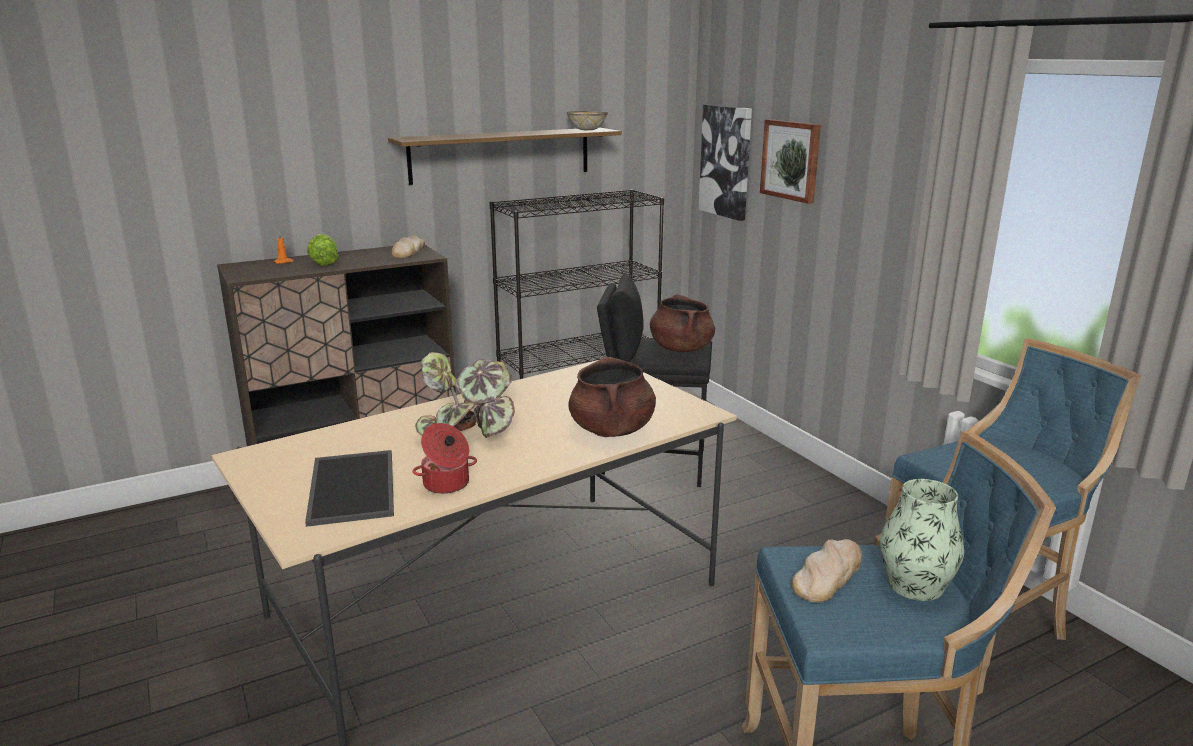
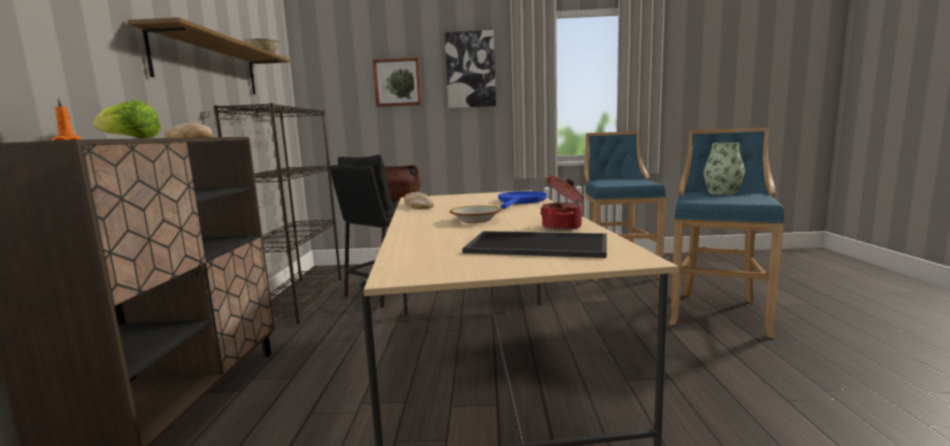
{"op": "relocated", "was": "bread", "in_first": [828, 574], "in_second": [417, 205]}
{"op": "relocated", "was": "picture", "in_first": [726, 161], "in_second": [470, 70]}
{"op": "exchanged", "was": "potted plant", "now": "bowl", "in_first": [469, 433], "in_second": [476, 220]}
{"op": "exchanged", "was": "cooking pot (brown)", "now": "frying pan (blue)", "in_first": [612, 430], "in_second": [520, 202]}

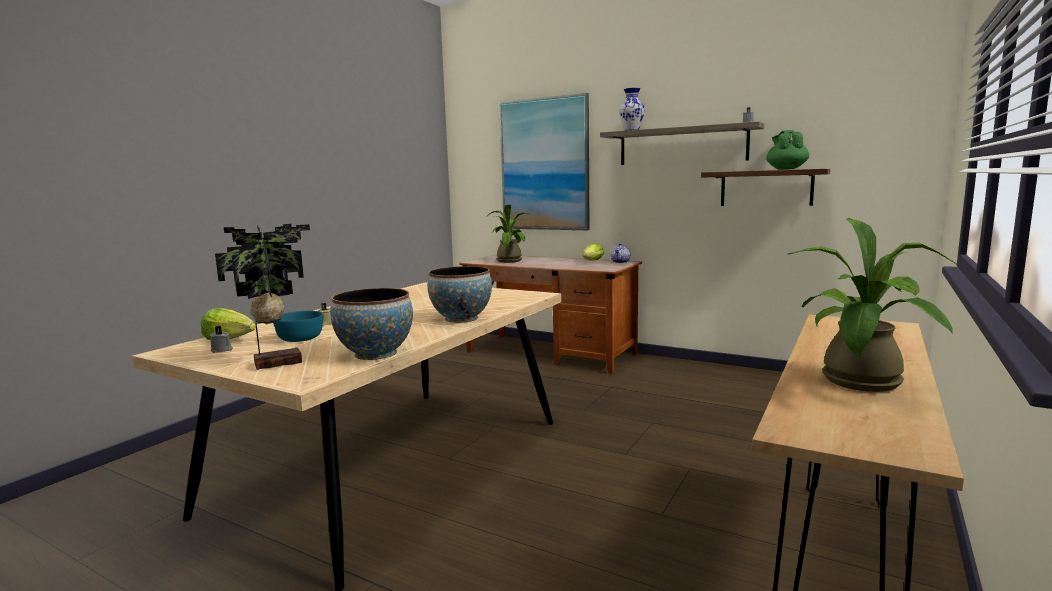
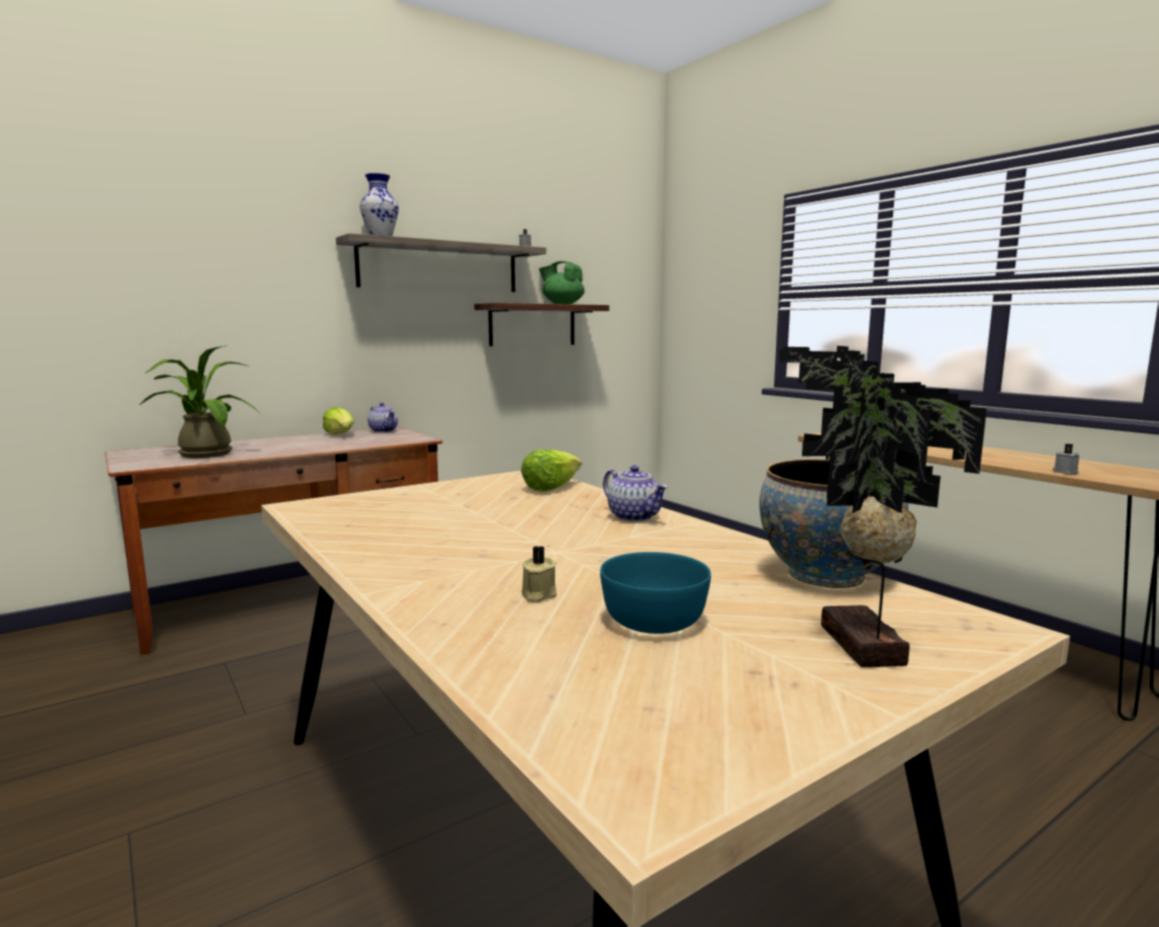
{"op": "relocated", "was": "lettuce", "in_first": [230, 339], "in_second": [550, 487]}
{"op": "exchanged", "was": "bowl", "now": "teapot", "in_first": [461, 319], "in_second": [634, 516]}
{"op": "relocated", "was": "candle (grey)", "in_first": [222, 350], "in_second": [1065, 472]}
{"op": "missing", "was": "picture", "in_first": [544, 164]}
{"op": "missing", "was": "potted plant", "in_first": [861, 384]}

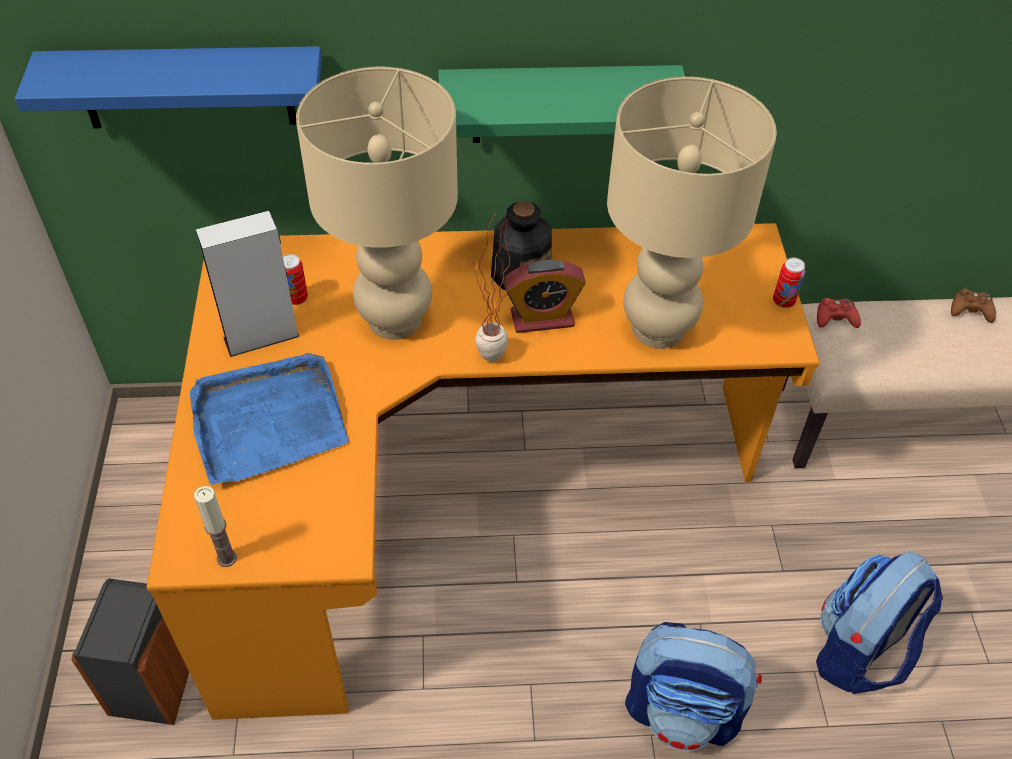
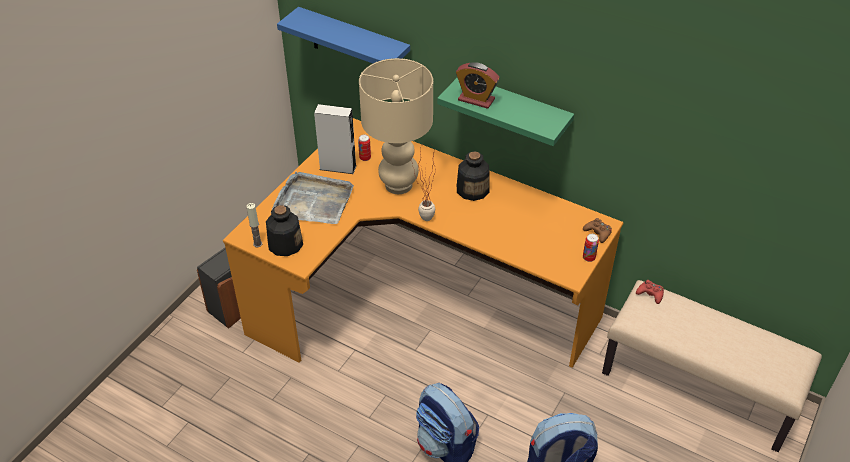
{"op": "appeared", "now": "bottle", "in_second": [285, 244]}
{"op": "colour", "was": "tray (blue)", "now": "tray (grey)", "in_first": [268, 421], "in_second": [313, 201]}
{"op": "relocated", "was": "alarm clock", "in_first": [542, 319], "in_second": [476, 99]}
{"op": "relocated", "was": "game controller (brown)", "in_first": [970, 310], "in_second": [598, 233]}
{"op": "missing", "was": "table lamp (beige)", "in_first": [657, 328]}

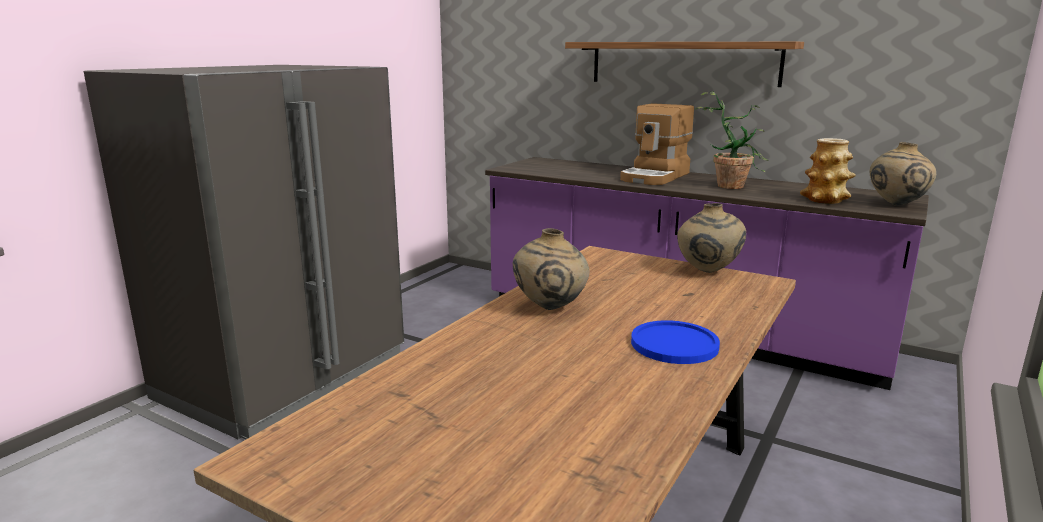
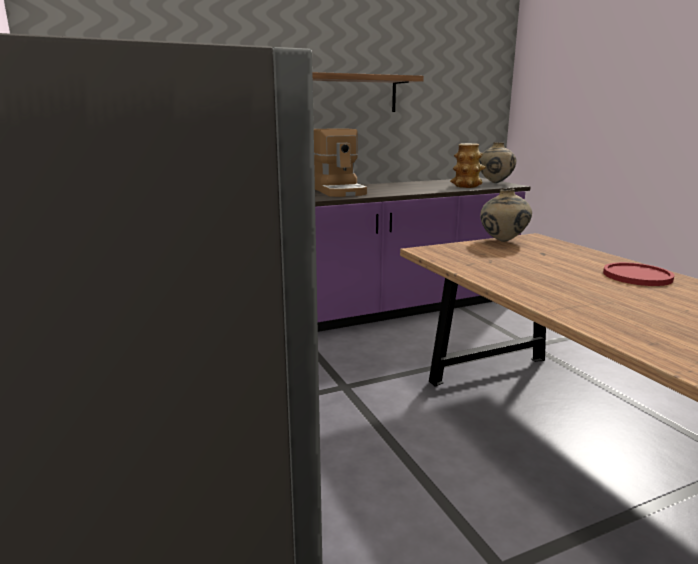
{"op": "colour", "was": "plate (blue)", "now": "plate (red)", "in_first": [674, 344], "in_second": [637, 276]}
{"op": "missing", "was": "vase (beige)", "in_first": [550, 308]}
{"op": "missing", "was": "potted plant", "in_first": [730, 185]}

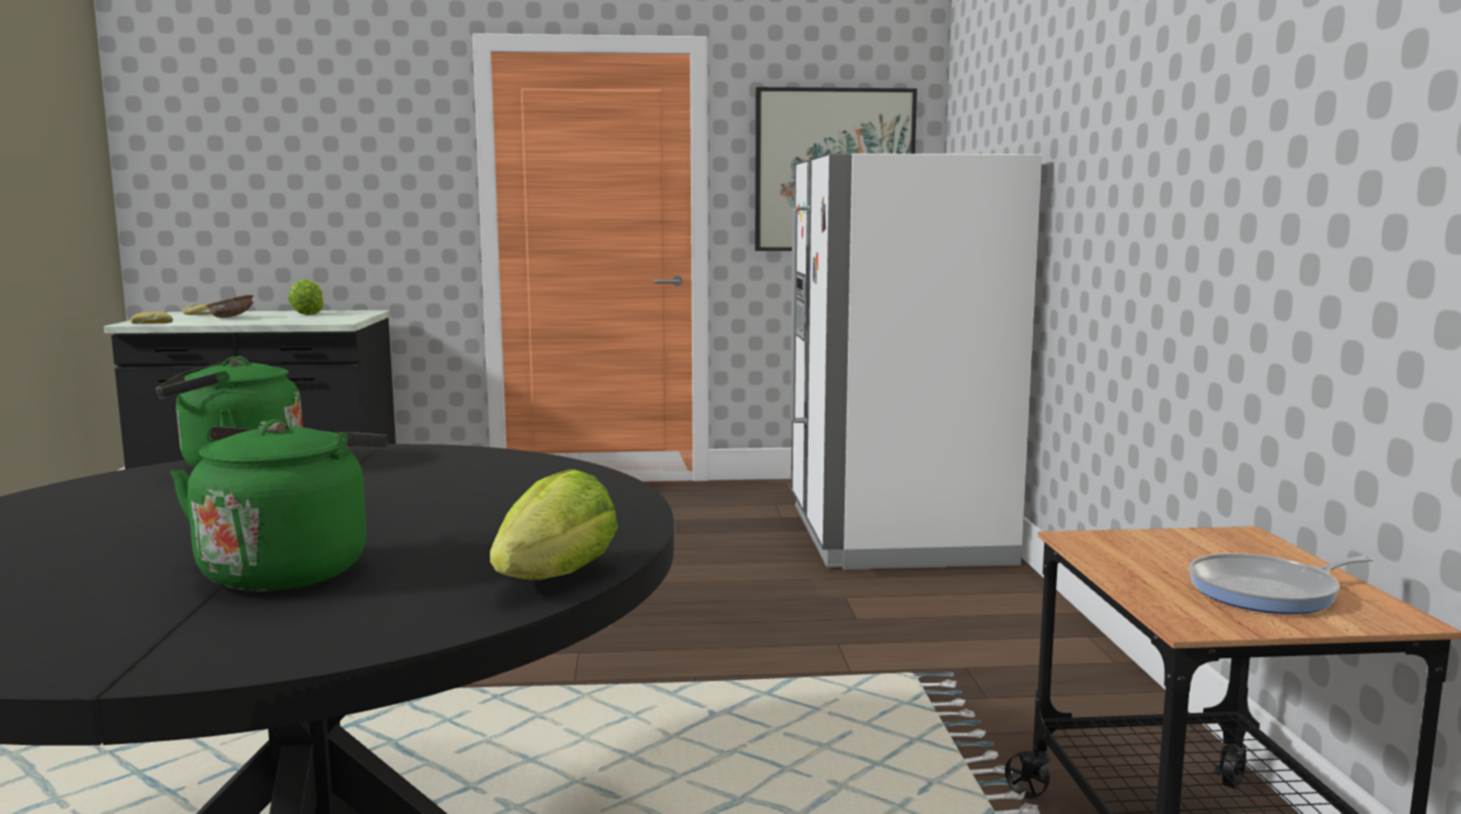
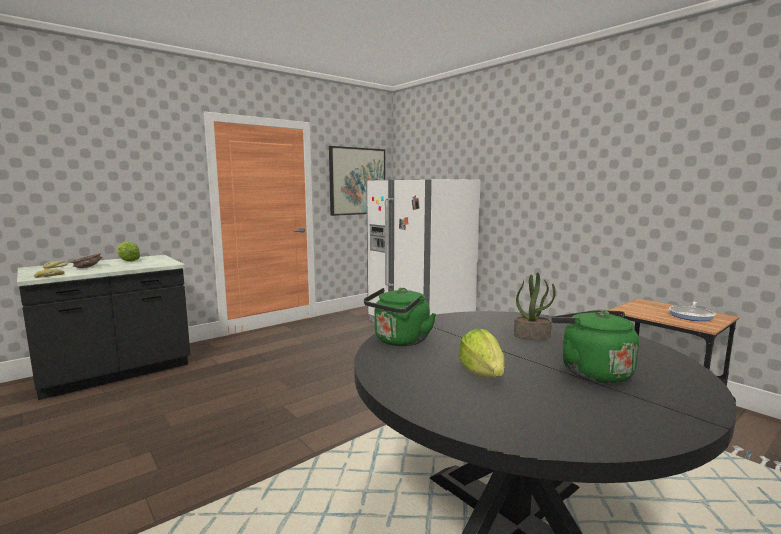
{"op": "relocated", "was": "lettuce", "in_first": [556, 577], "in_second": [482, 373]}
{"op": "appeared", "now": "potted plant", "in_second": [532, 336]}

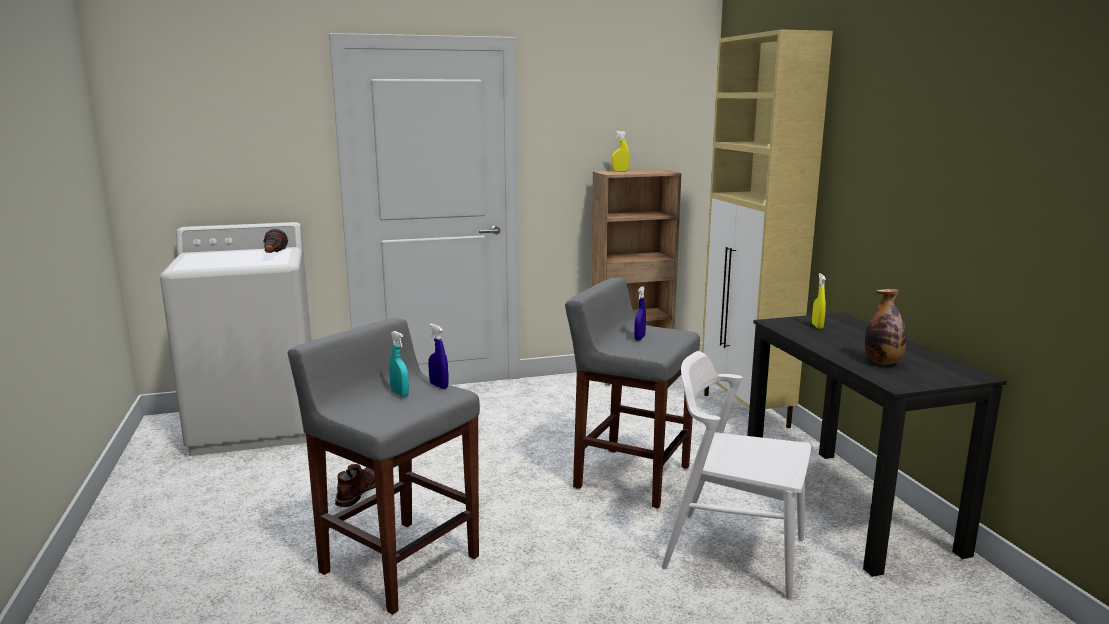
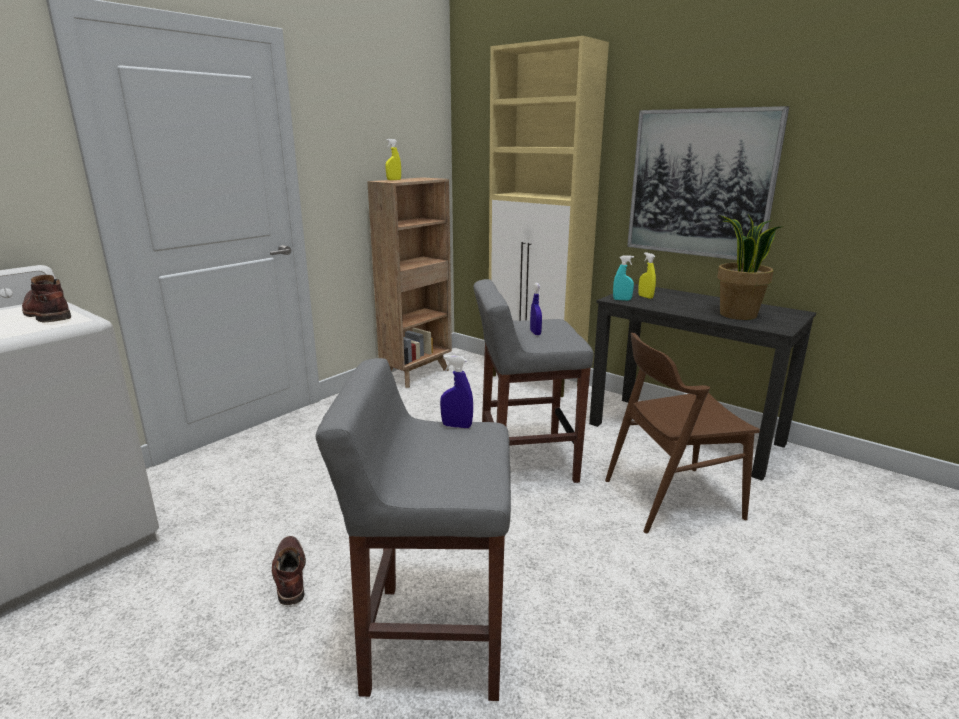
{"op": "exchanged", "was": "flashlight", "now": "boot (brown)", "in_first": [273, 256], "in_second": [47, 314]}
{"op": "colour", "was": "chair (white)", "now": "chair (brown)", "in_first": [734, 553], "in_second": [671, 498]}
{"op": "relocated", "was": "spray bottle (turquoise)", "in_first": [400, 394], "in_second": [622, 300]}
{"op": "appeared", "now": "picture", "in_second": [700, 184]}
{"op": "exchanged", "was": "bottle", "now": "potted plant", "in_first": [883, 362], "in_second": [737, 315]}

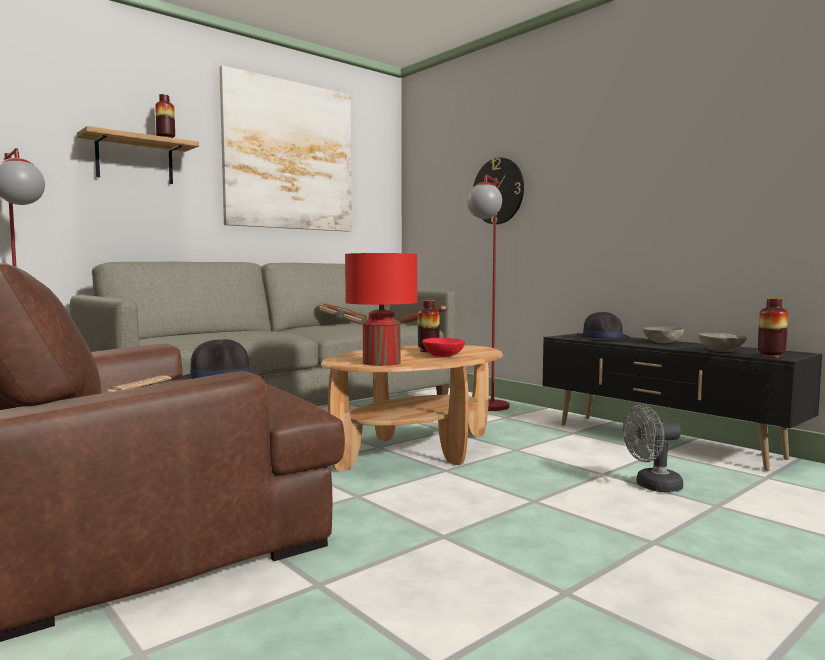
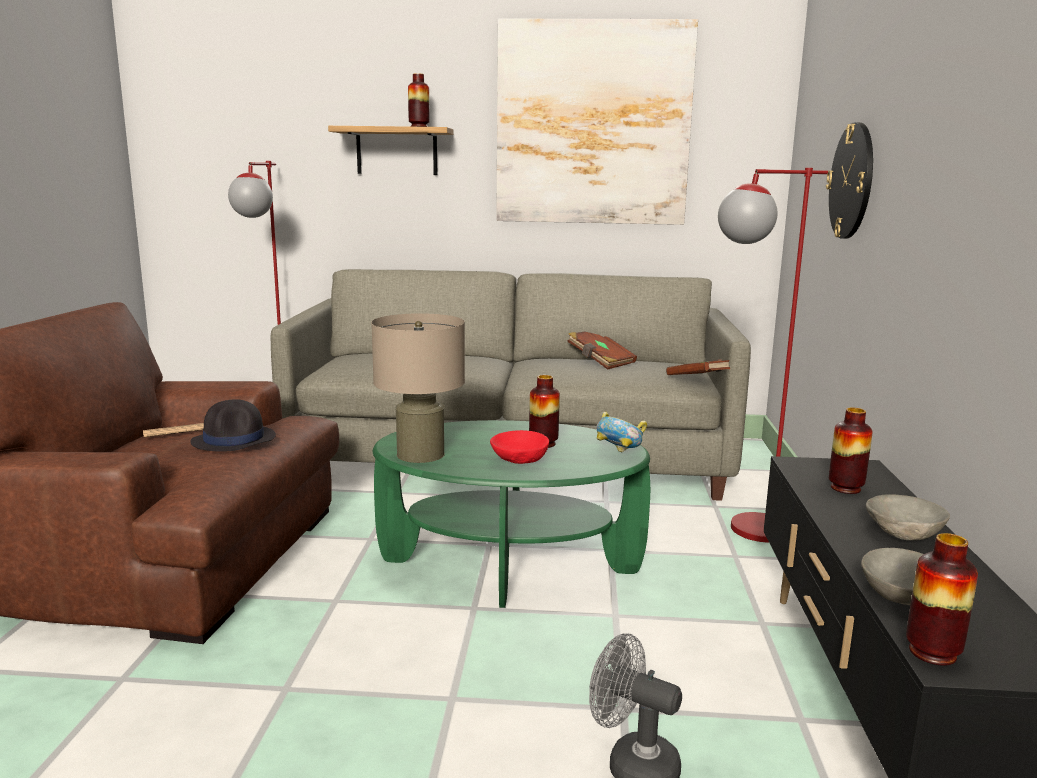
{"op": "colour", "was": "table lamp (red)", "now": "table lamp (beige)", "in_first": [381, 363], "in_second": [420, 454]}
{"op": "colour", "was": "coffee table (brown)", "now": "coffee table (green)", "in_first": [416, 451], "in_second": [509, 567]}
{"op": "appeared", "now": "bowl", "in_second": [619, 453]}
{"op": "exchanged", "was": "hat (black)", "now": "vase", "in_first": [602, 338], "in_second": [845, 488]}

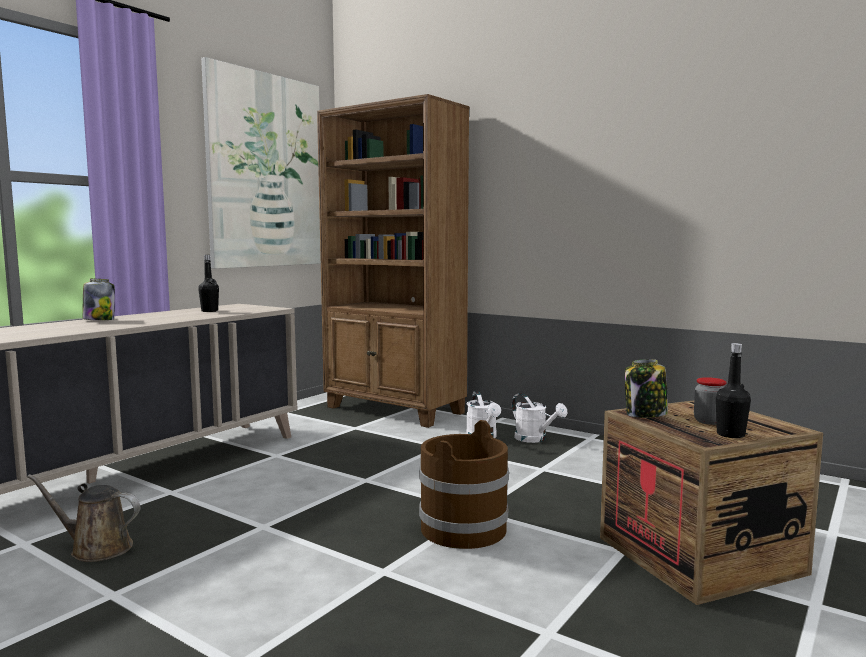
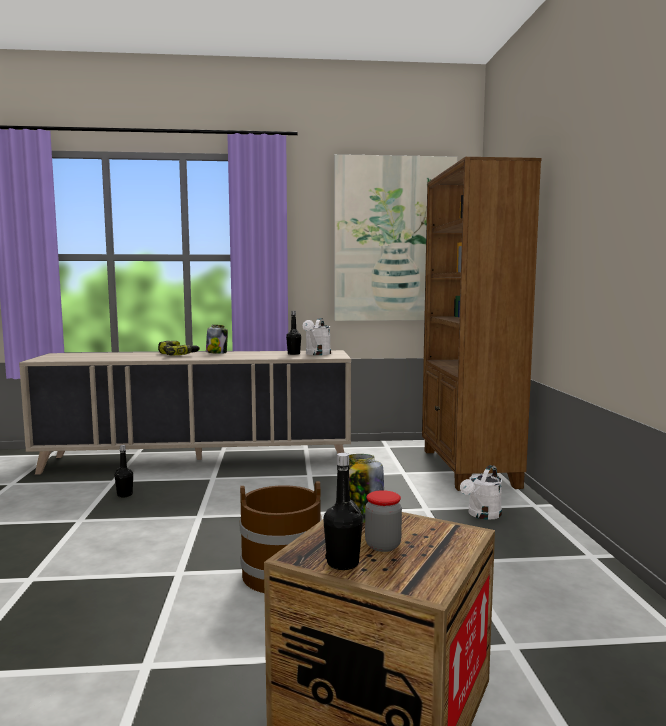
{"op": "exchanged", "was": "watering can (brown)", "now": "bottle (black)", "in_first": [96, 548], "in_second": [125, 495]}
{"op": "appeared", "now": "power drill", "in_second": [178, 354]}
{"op": "relocated", "was": "watering can (white)", "in_first": [535, 439], "in_second": [317, 354]}

